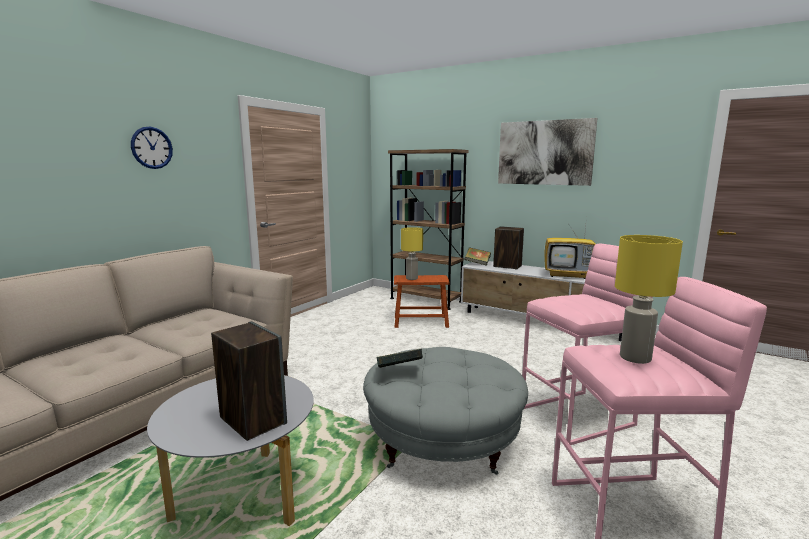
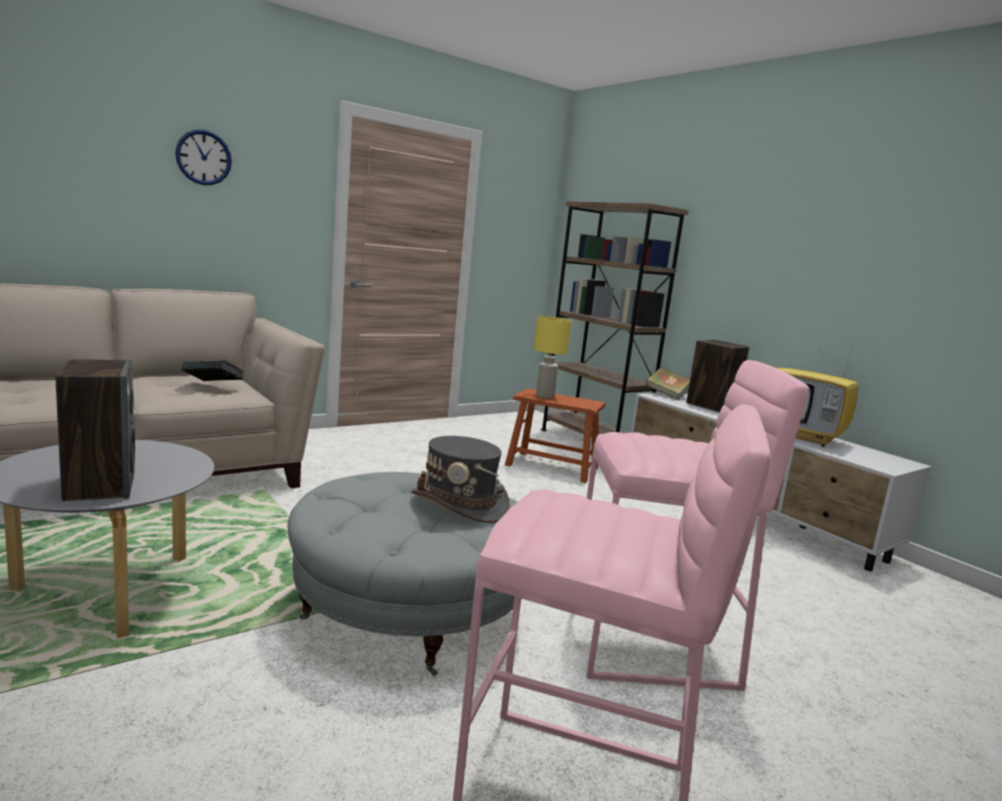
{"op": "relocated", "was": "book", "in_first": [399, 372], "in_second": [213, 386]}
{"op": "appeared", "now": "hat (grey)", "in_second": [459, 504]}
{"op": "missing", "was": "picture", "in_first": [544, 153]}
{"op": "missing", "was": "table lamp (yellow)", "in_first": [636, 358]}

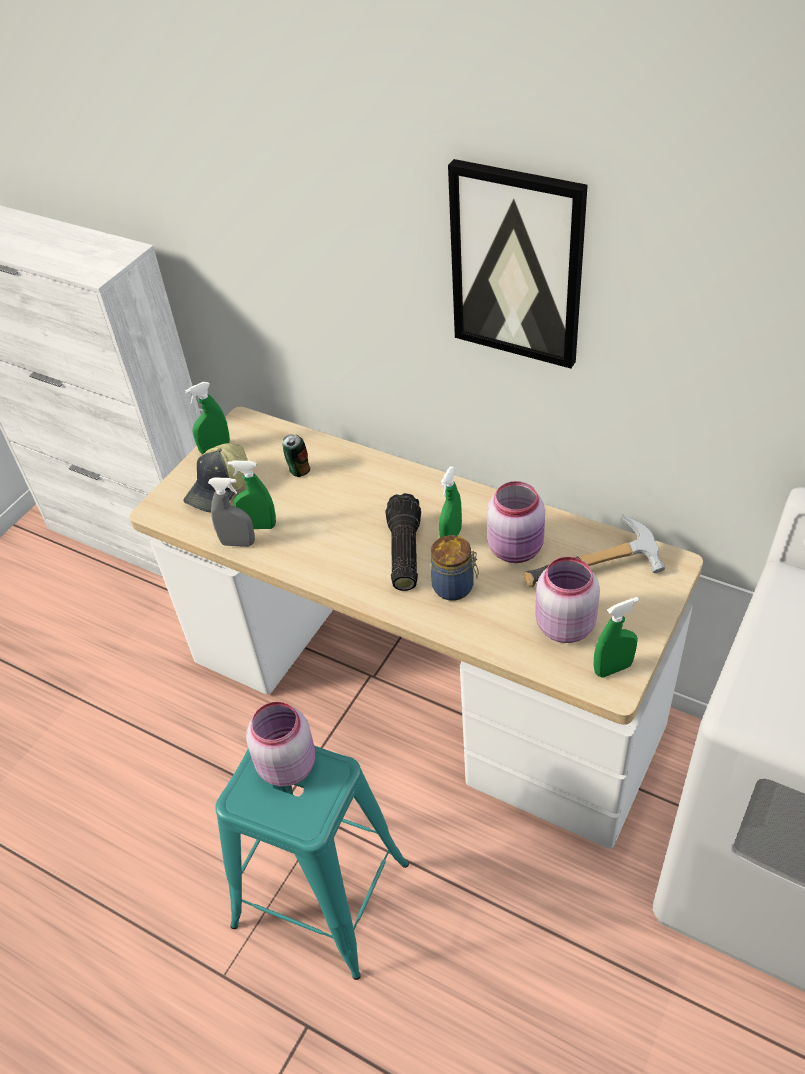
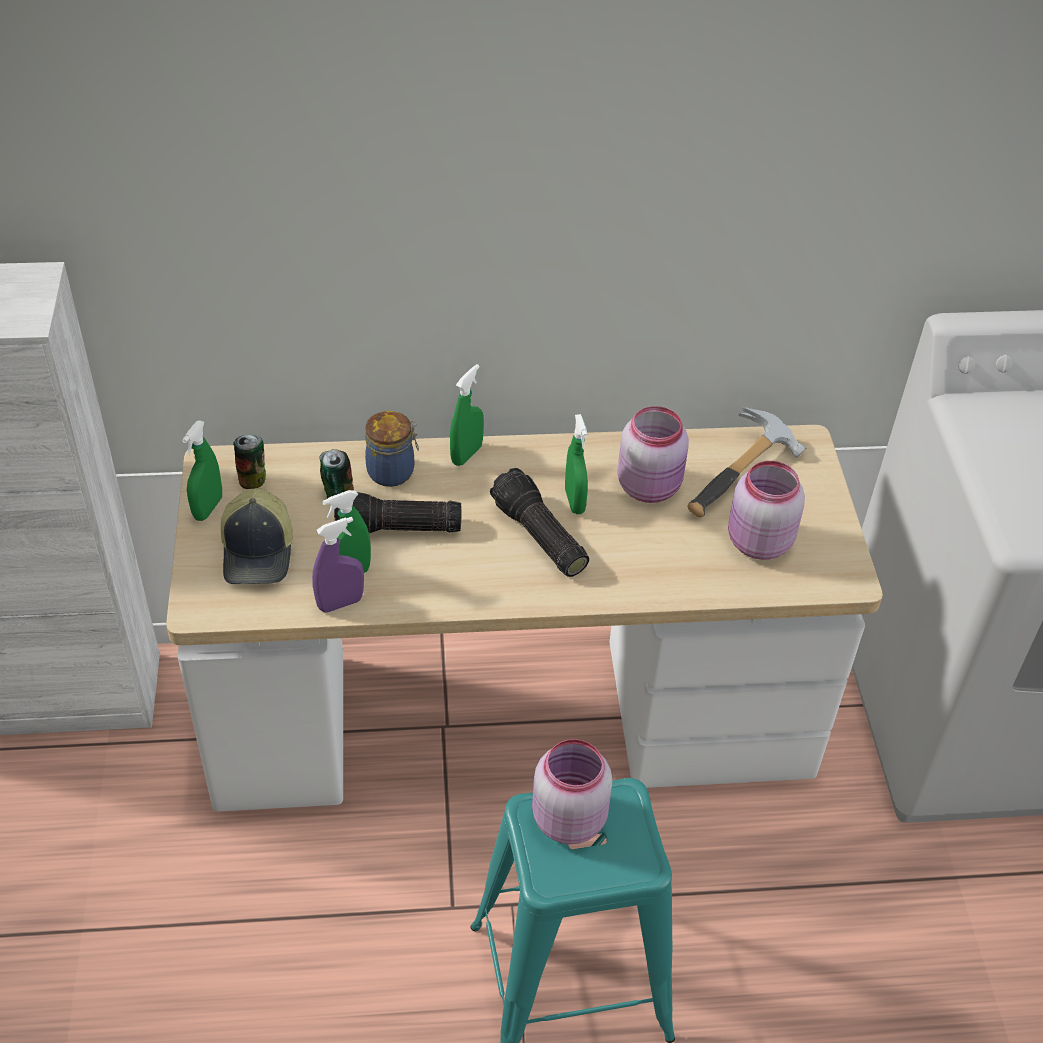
{"op": "appeared", "now": "can", "in_second": [253, 480]}
{"op": "colour", "was": "spray bottle (grey)", "now": "spray bottle (purple)", "in_first": [238, 543], "in_second": [340, 603]}
{"op": "appeared", "now": "flashlight", "in_second": [396, 530]}
{"op": "relocated", "was": "jar", "in_first": [455, 587], "in_second": [393, 471]}
{"op": "relocated", "was": "spray bottle (green)", "in_first": [613, 668], "in_second": [466, 454]}
{"op": "missing", "was": "picture", "in_first": [517, 265]}

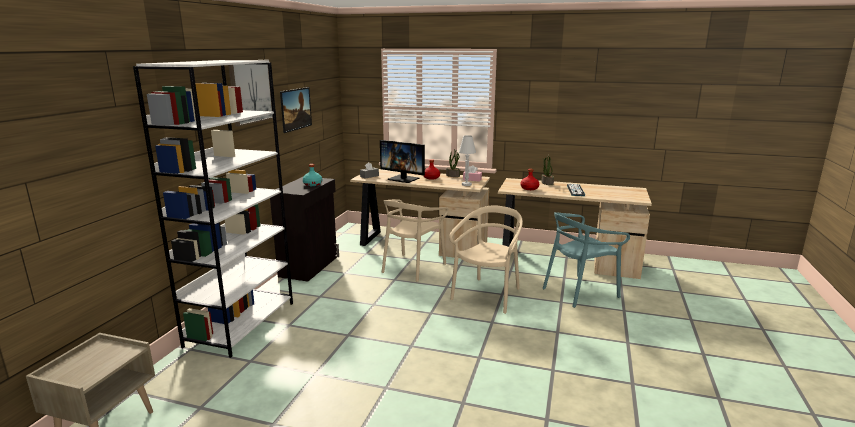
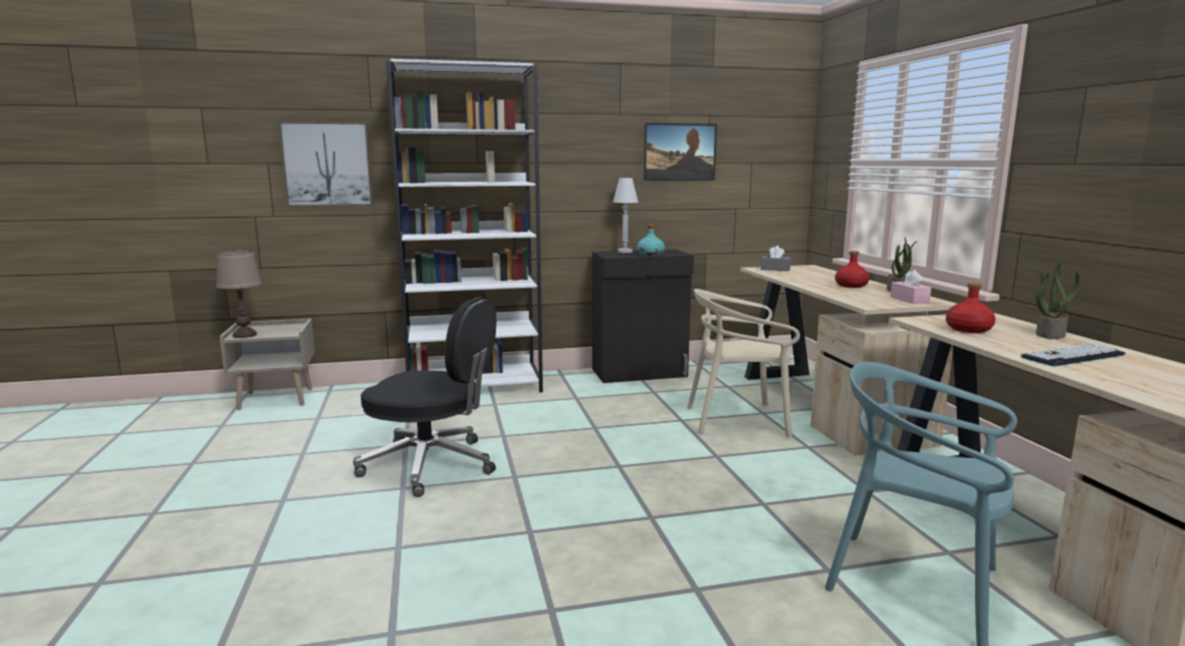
{"op": "appeared", "now": "table lamp (brown)", "in_second": [244, 335]}
{"op": "relocated", "was": "picture", "in_first": [250, 91], "in_second": [327, 164]}
{"op": "appeared", "now": "office chair (black)", "in_second": [432, 465]}
{"op": "relocated", "was": "table lamp (white)", "in_first": [466, 184], "in_second": [625, 252]}
{"op": "missing", "was": "monitor", "in_first": [403, 179]}
{"op": "missing", "was": "chair (beige)", "in_first": [487, 295]}

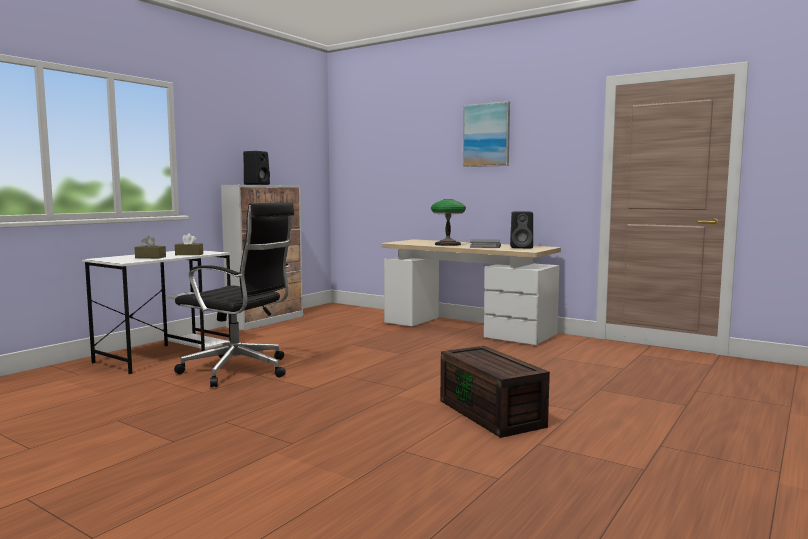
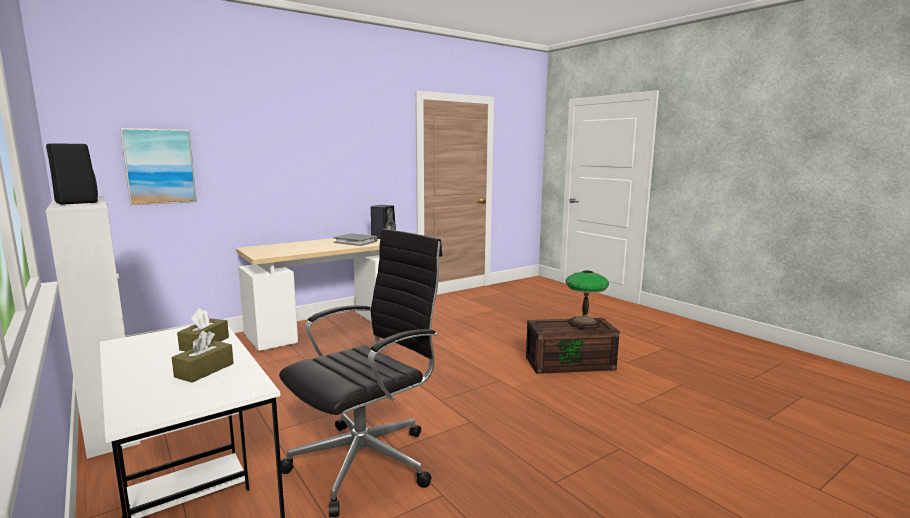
{"op": "relocated", "was": "picture", "in_first": [486, 135], "in_second": [159, 166]}
{"op": "relocated", "was": "table lamp", "in_first": [447, 244], "in_second": [584, 323]}

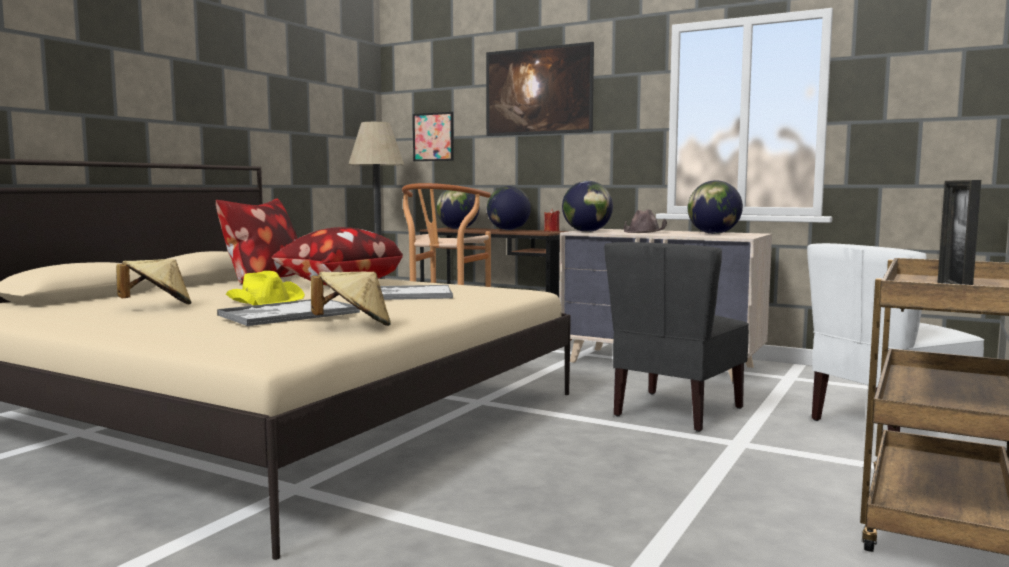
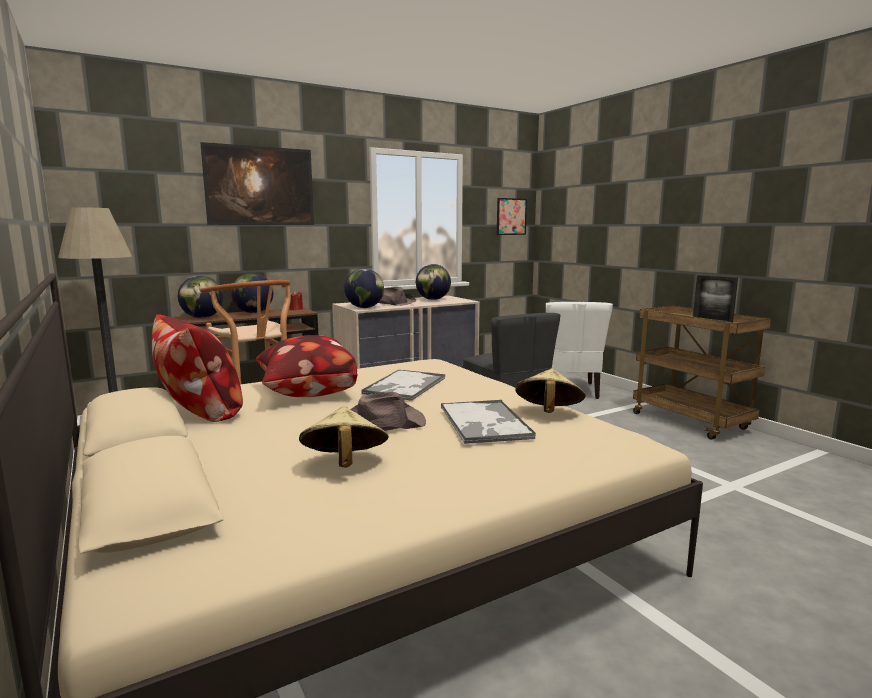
{"op": "colour", "was": "hat (yellow)", "now": "hat (brown)", "in_first": [266, 301], "in_second": [381, 423]}
{"op": "relocated", "was": "picture", "in_first": [433, 137], "in_second": [511, 216]}

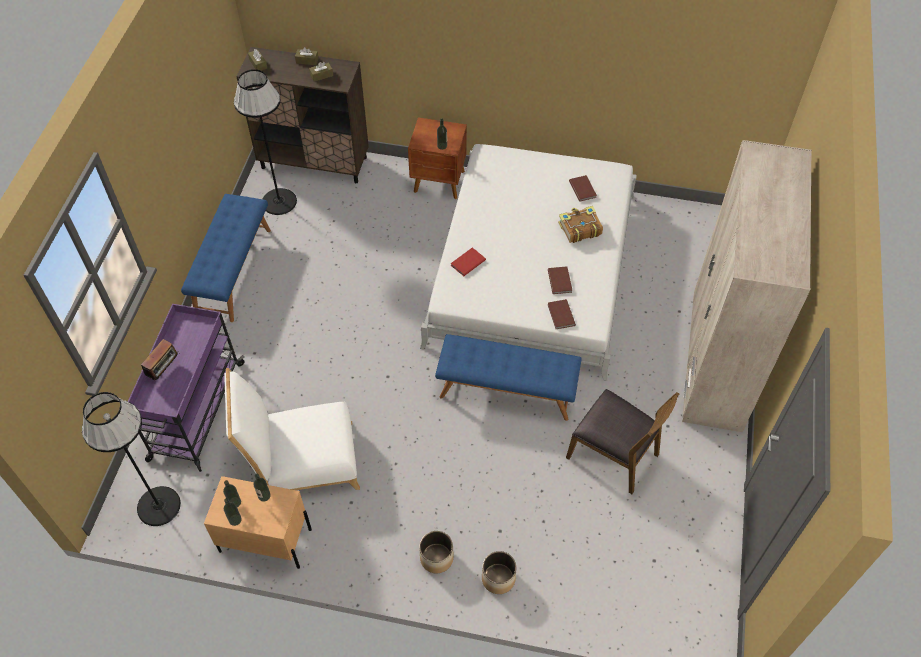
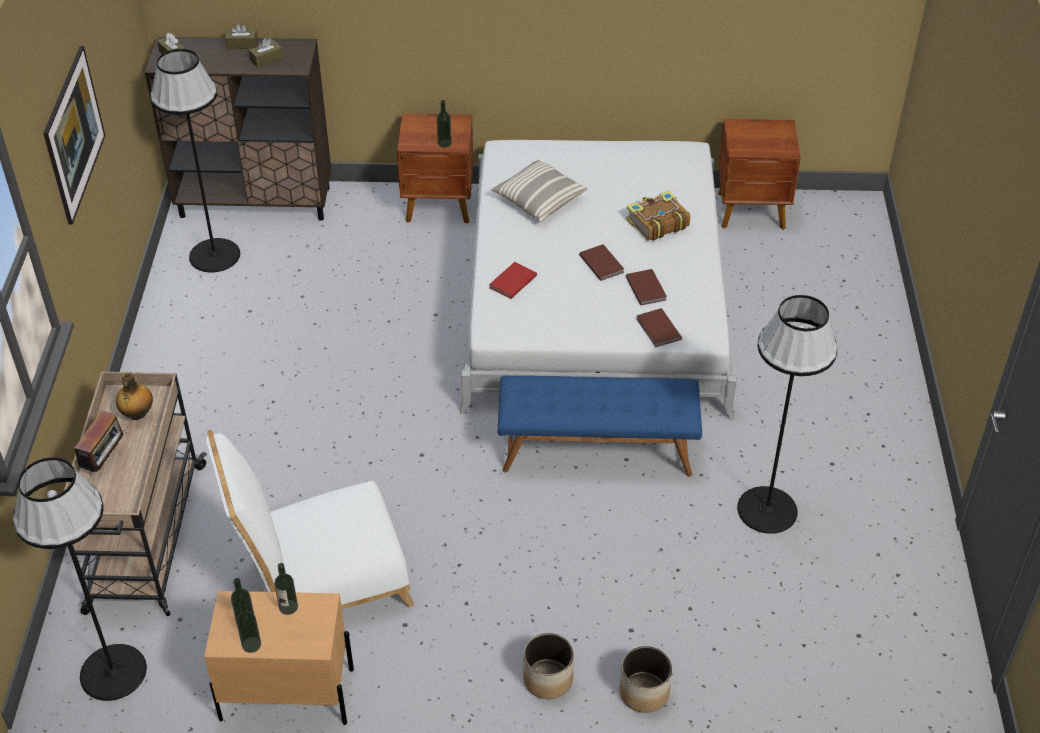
{"op": "appeared", "now": "picture", "in_second": [79, 156]}
{"op": "colour", "was": "cart (purple)", "now": "cart (beige)", "in_first": [196, 412], "in_second": [146, 539]}
{"op": "appeared", "now": "bottle", "in_second": [137, 414]}
{"op": "appeared", "now": "pillow", "in_second": [538, 200]}
{"op": "relocated", "was": "book (brown)", "in_first": [583, 189], "in_second": [602, 263]}
{"op": "appeared", "now": "nightstand (brown)", "in_second": [752, 212]}
{"op": "exchanged", "was": "chair (brown)", "now": "floor lamp (black)", "in_first": [614, 455], "in_second": [767, 510]}
{"op": "missing", "was": "bench (blue)", "in_first": [233, 271]}
{"op": "missing", "was": "wardrobe (beige)", "in_first": [716, 361]}

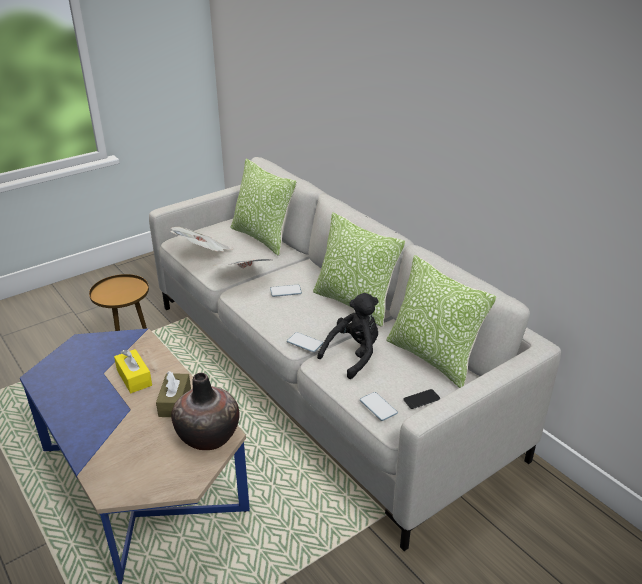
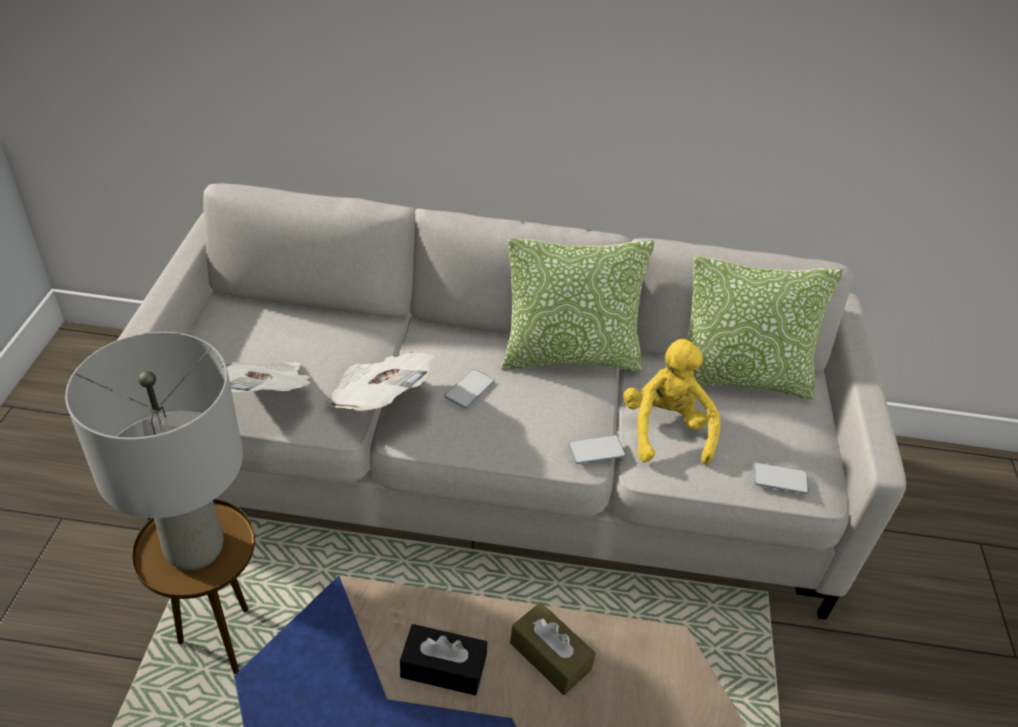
{"op": "appeared", "now": "table lamp (grey)", "in_second": [194, 547]}
{"op": "colour", "was": "tissue box (yellow)", "now": "tissue box (black)", "in_first": [134, 378], "in_second": [443, 668]}
{"op": "colour", "was": "plush toy (black)", "now": "plush toy (yellow)", "in_first": [353, 355], "in_second": [665, 429]}
{"op": "missing", "was": "vase", "in_first": [208, 435]}
{"op": "missing", "was": "pillow", "in_first": [263, 238]}
{"op": "missing", "was": "phone", "in_first": [421, 399]}

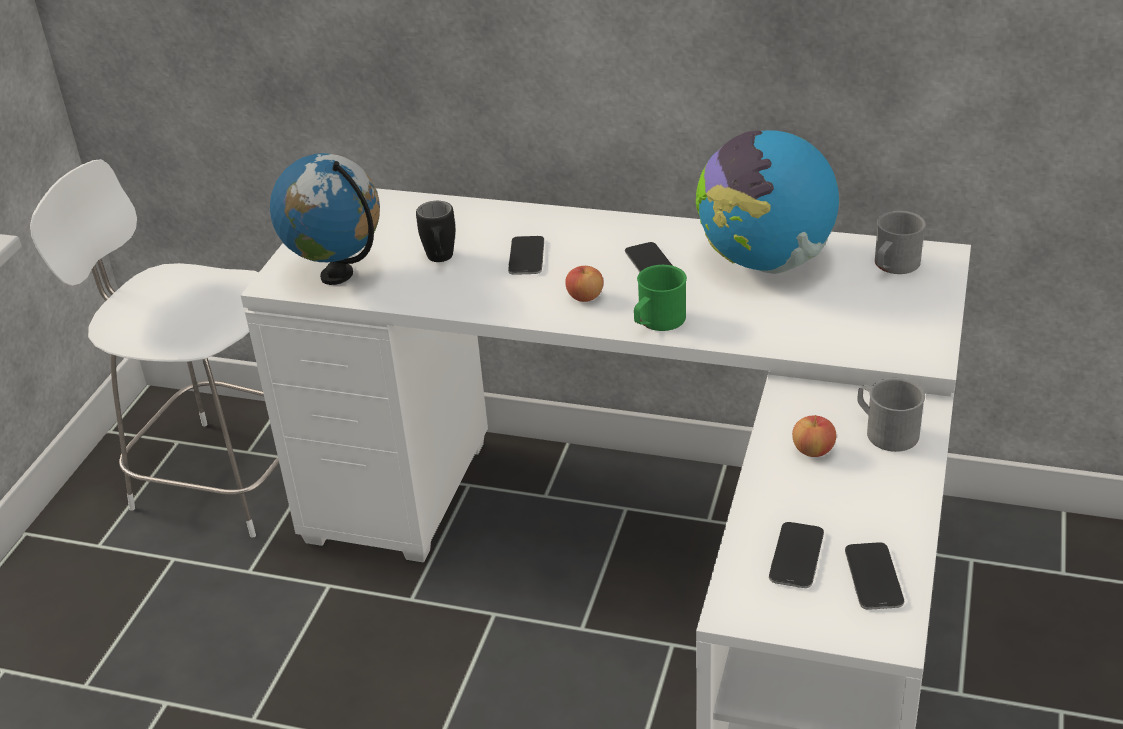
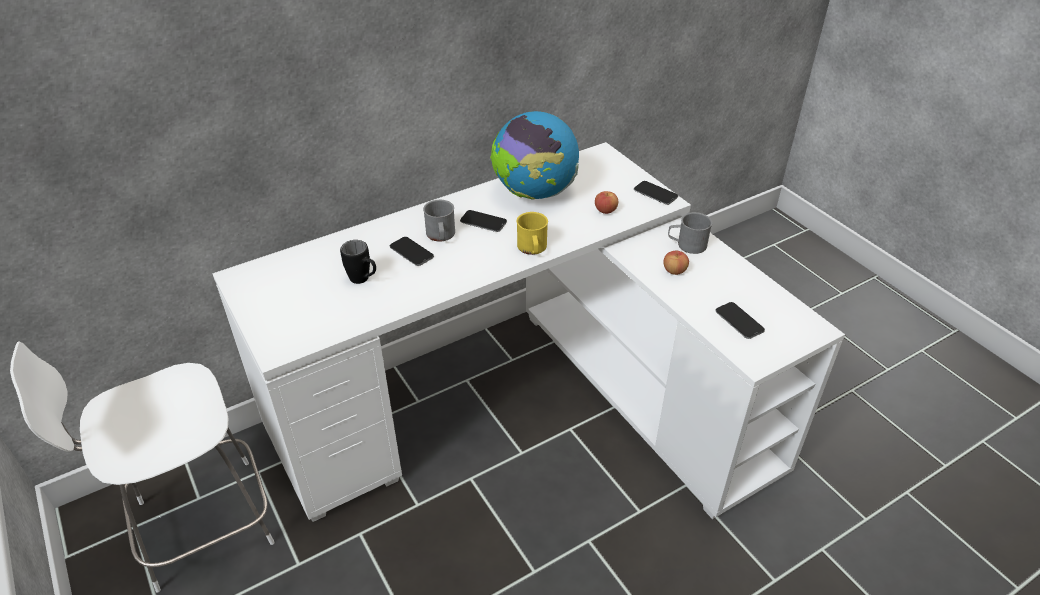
{"op": "relocated", "was": "mug (grey)", "in_first": [893, 266], "in_second": [441, 236]}
{"op": "colour", "was": "mug (green)", "now": "mug (yellow)", "in_first": [657, 322], "in_second": [532, 249]}
{"op": "relocated", "was": "apple", "in_first": [585, 297], "in_second": [605, 210]}
{"op": "relocated", "was": "phone", "in_first": [873, 577], "in_second": [655, 193]}
{"op": "missing", "was": "globe", "in_first": [337, 275]}

